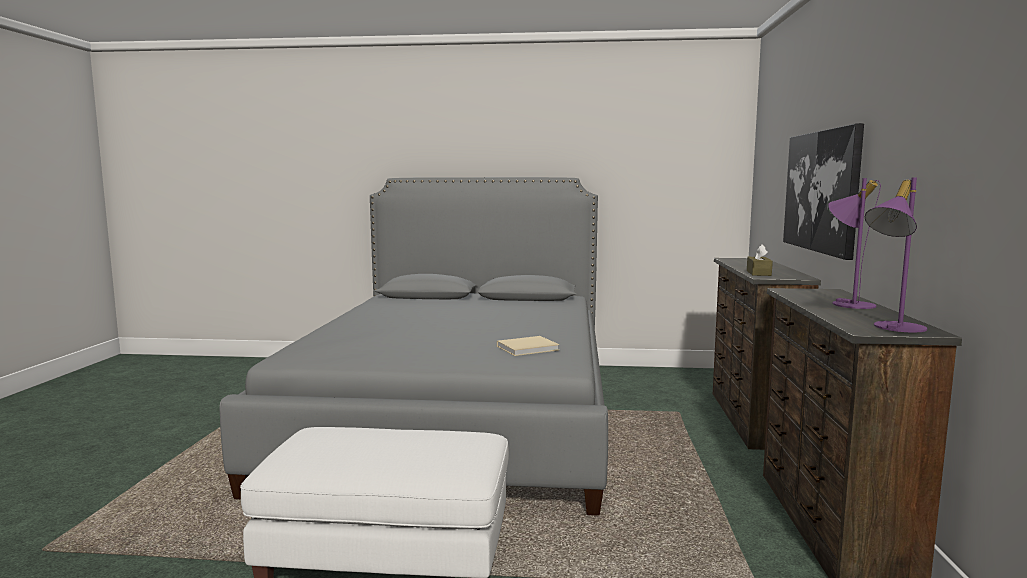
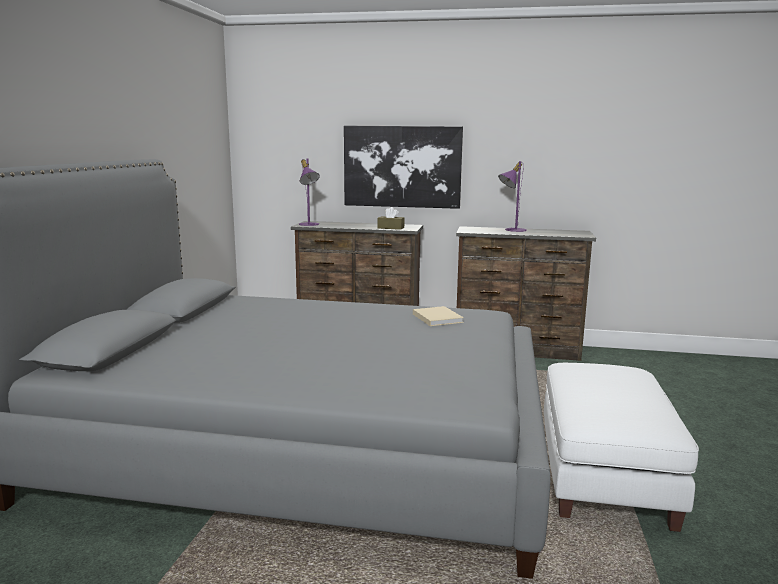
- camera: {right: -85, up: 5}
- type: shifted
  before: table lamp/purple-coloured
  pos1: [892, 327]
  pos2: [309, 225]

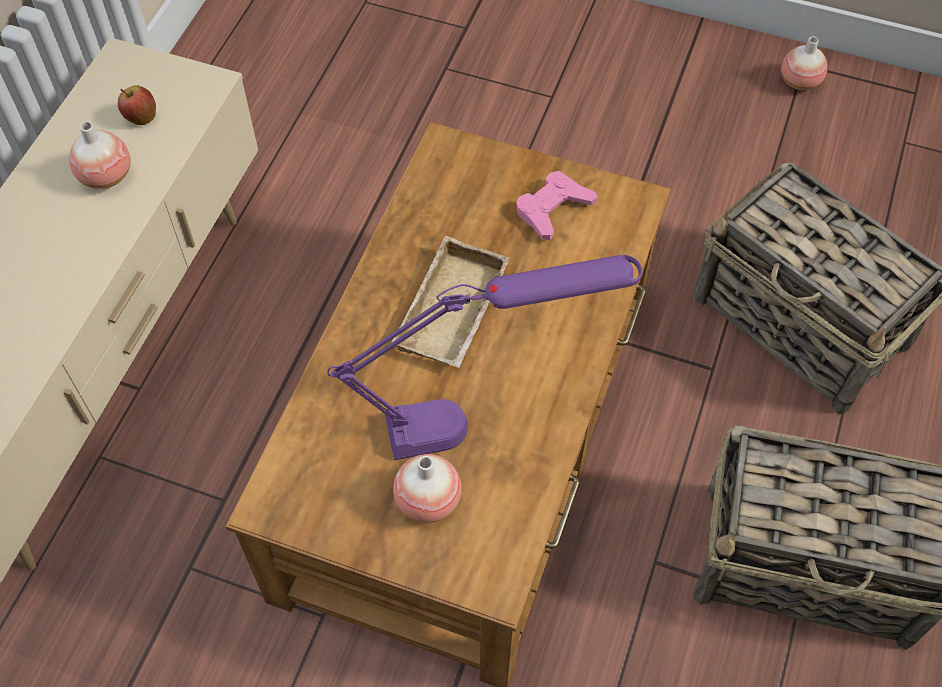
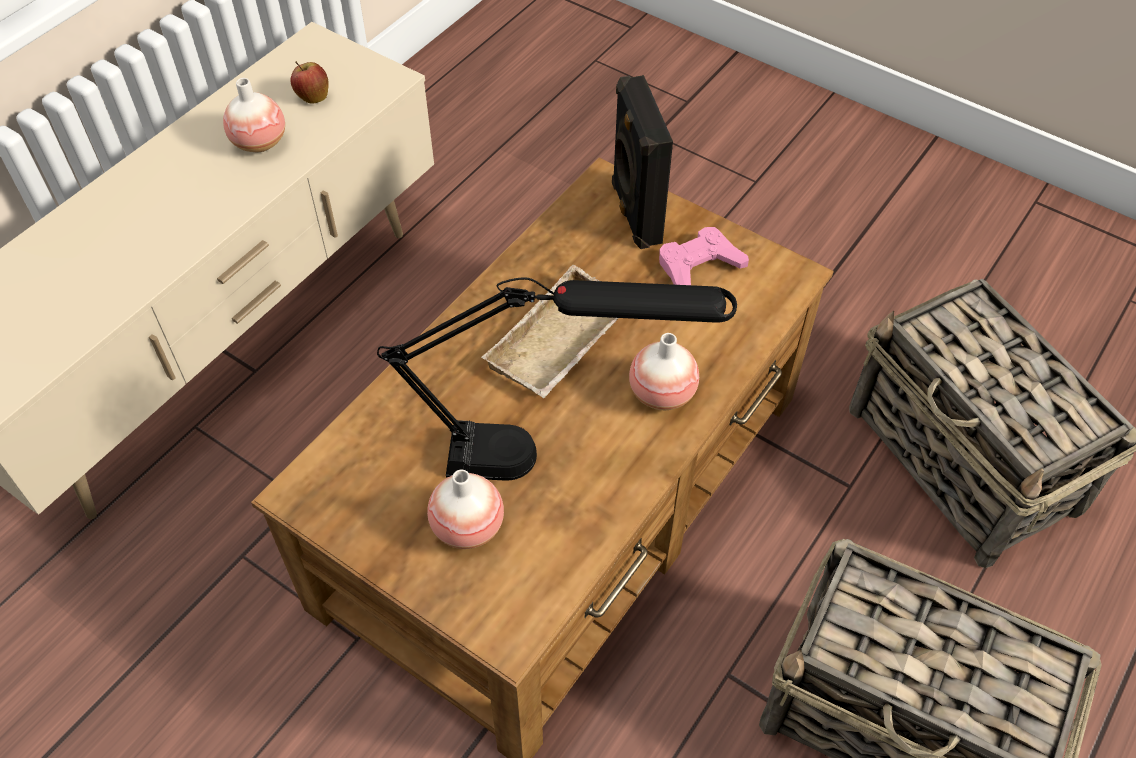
- camera: {right: 15, up: -5}
- type: shifted
  before: flower vase
  pos1: [799, 82]
  pos2: [662, 393]
- type: repainted
  before: table lamp/purple-coloured
  after: table lamp/black-coloured
  pos1: [480, 419]
  pos2: [551, 457]
- type: new
  after: speaker/black-coloured
  pos2: [634, 213]

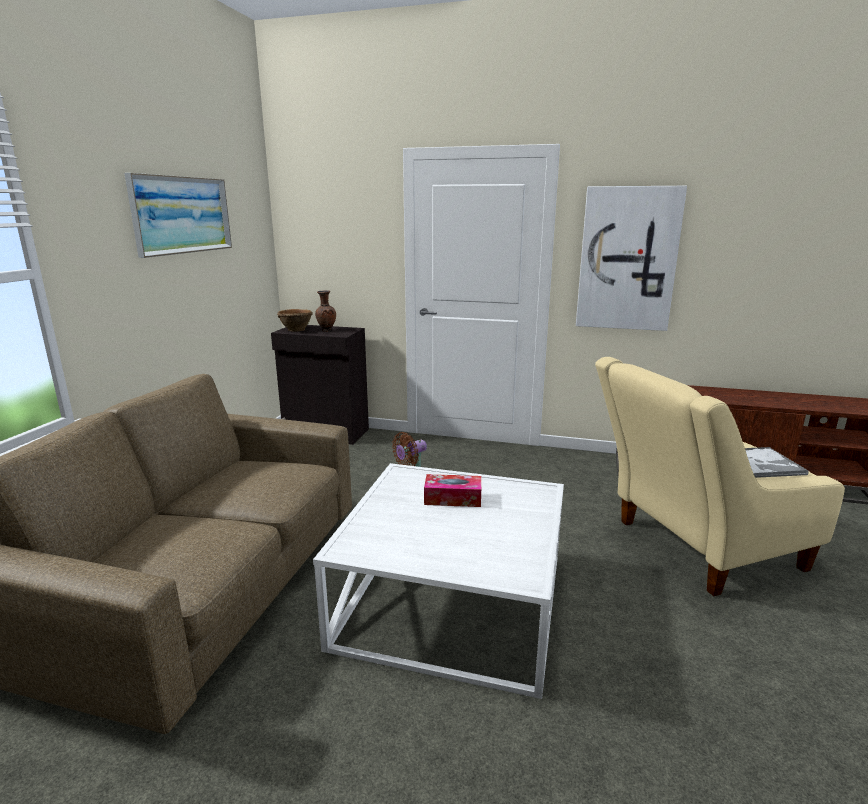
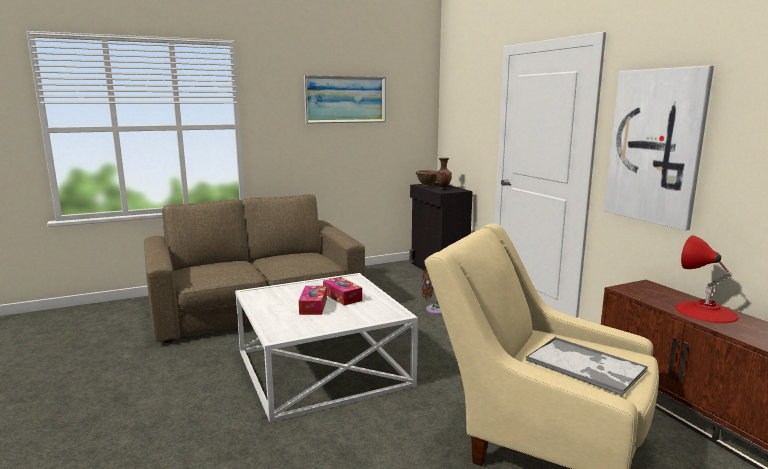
- camera: {right: 50, up: -5}
- type: new
  after: table lamp/red
  pos2: [705, 312]
- type: new
  after: tissue box
  pos2: [313, 306]

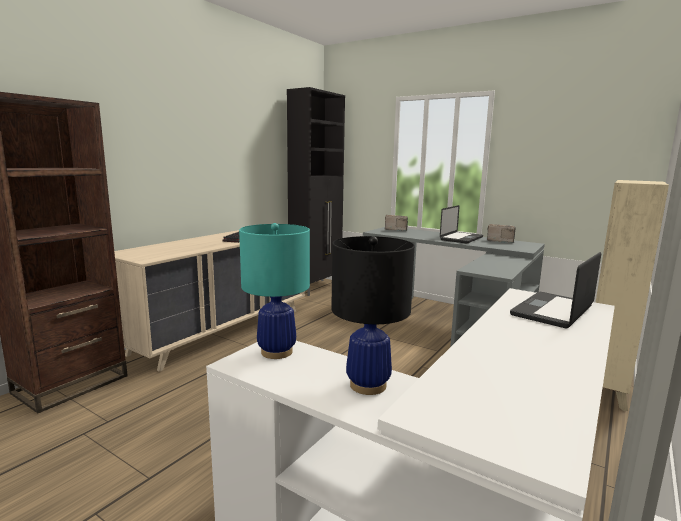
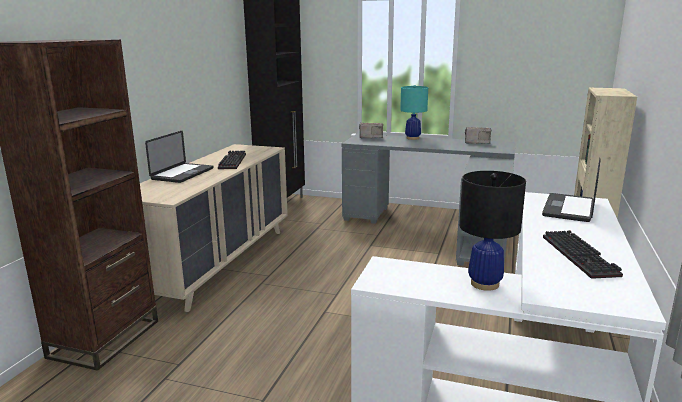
- camera: {right: -15, up: 5}
- type: shifted
  before: portable computer
  pos1: [461, 238]
  pos2: [183, 174]
- type: shifted
  before: table lamp/blue-green
  pos1: [277, 352]
  pos2: [412, 138]
- type: new
  after: computer keyboard
  pos2: [582, 256]

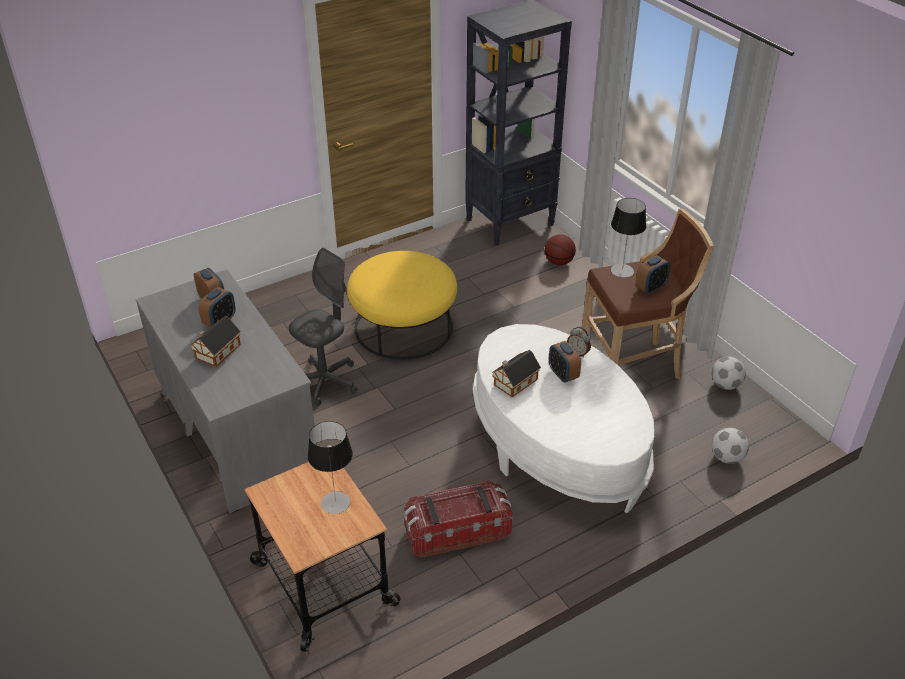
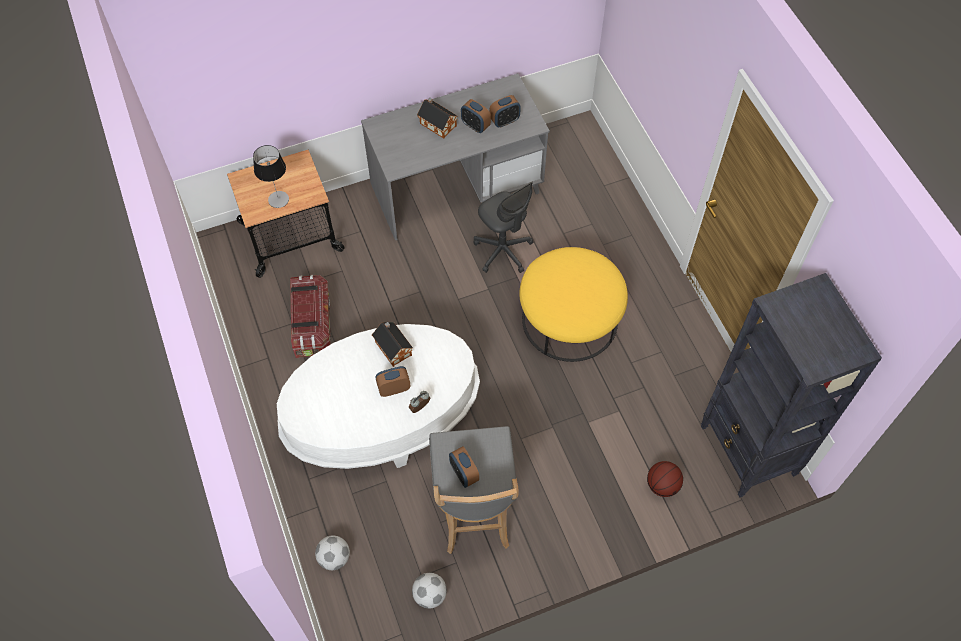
- camera: {right: 100, up: 20}
- type: gone
  before: table lamp
  pos1: [622, 271]
- type: repainted
  before: stool seat/brown
  after: stool seat/gray
  pos1: [634, 366]
  pos2: [474, 513]

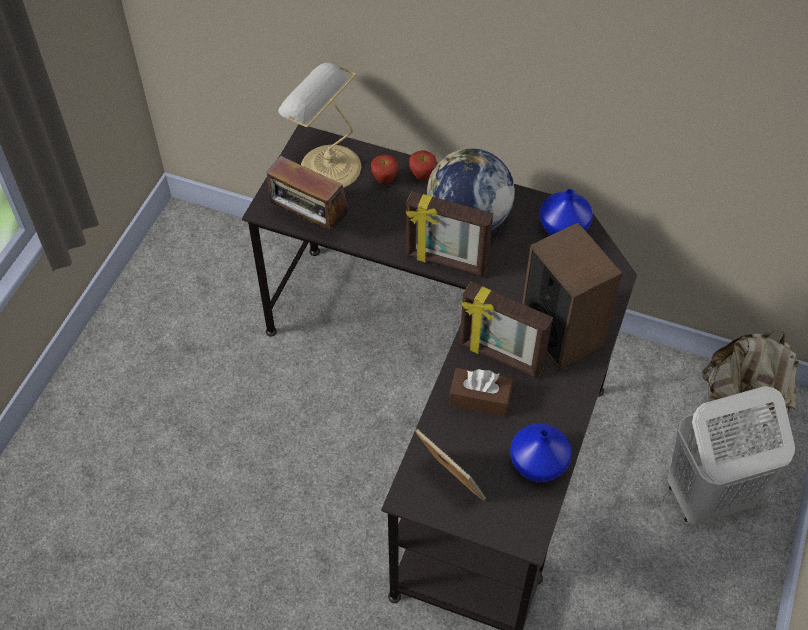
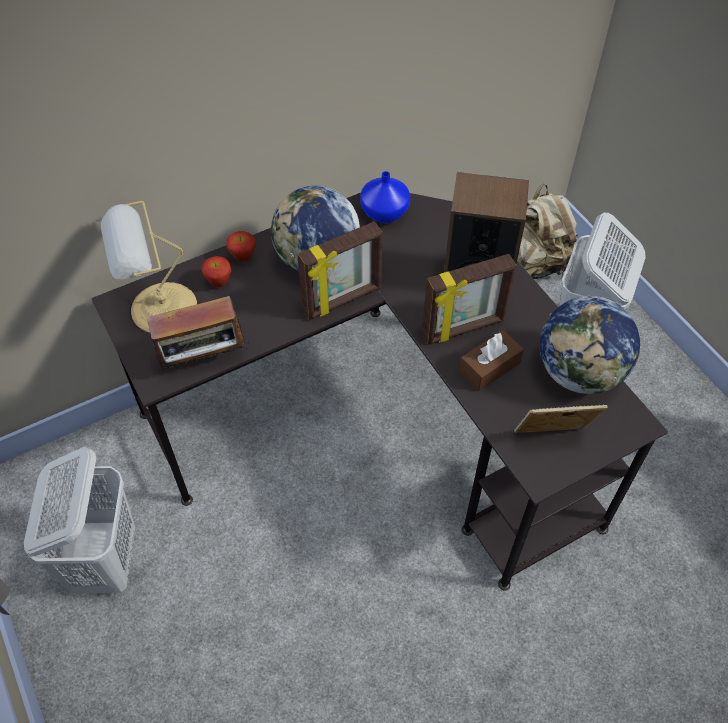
- camera: {right: -50, up: 0}
- type: swapped
  before: flower vase/blue
  after: desk globe
  pos1: [538, 465]
  pos2: [580, 373]
- type: new
  after: washing basket/white-coloured
  pos2: [105, 561]

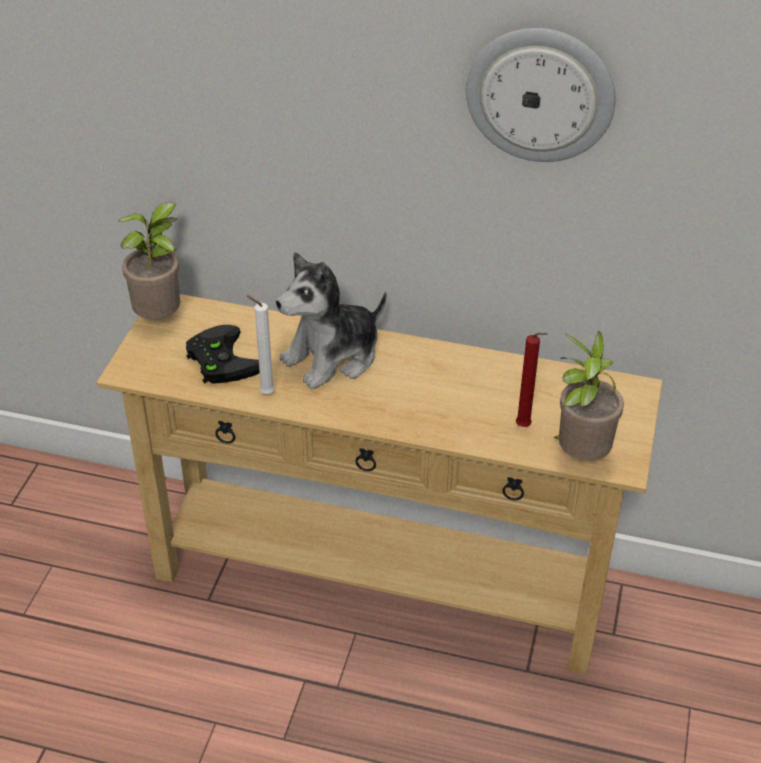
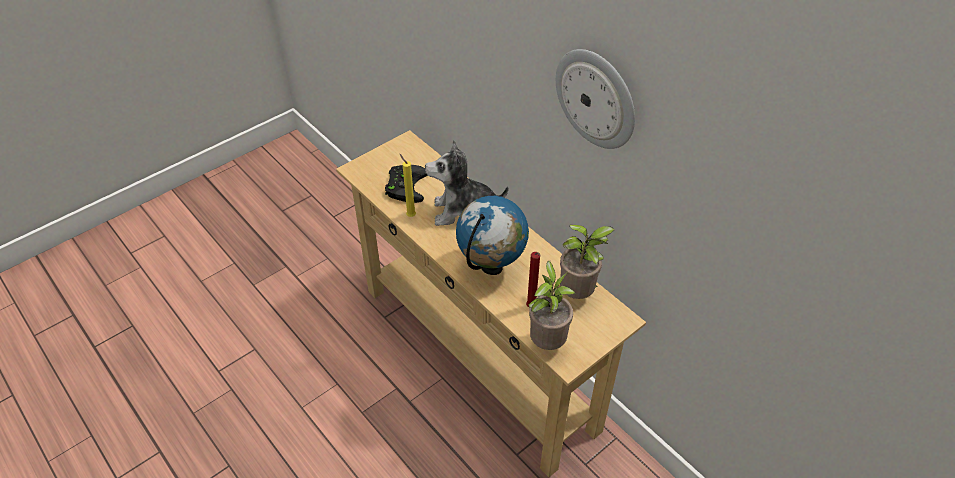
- camera: {right: 35, up: 5}
- type: shifted
  before: houseplant
  pos1: [161, 318]
  pos2: [578, 294]
- type: repainted
  before: wax candle/white-coloured
  after: wax candle/yellow-coloured
  pos1: [264, 393]
  pos2: [410, 215]
- type: new
  after: desk globe
  pos2: [491, 267]

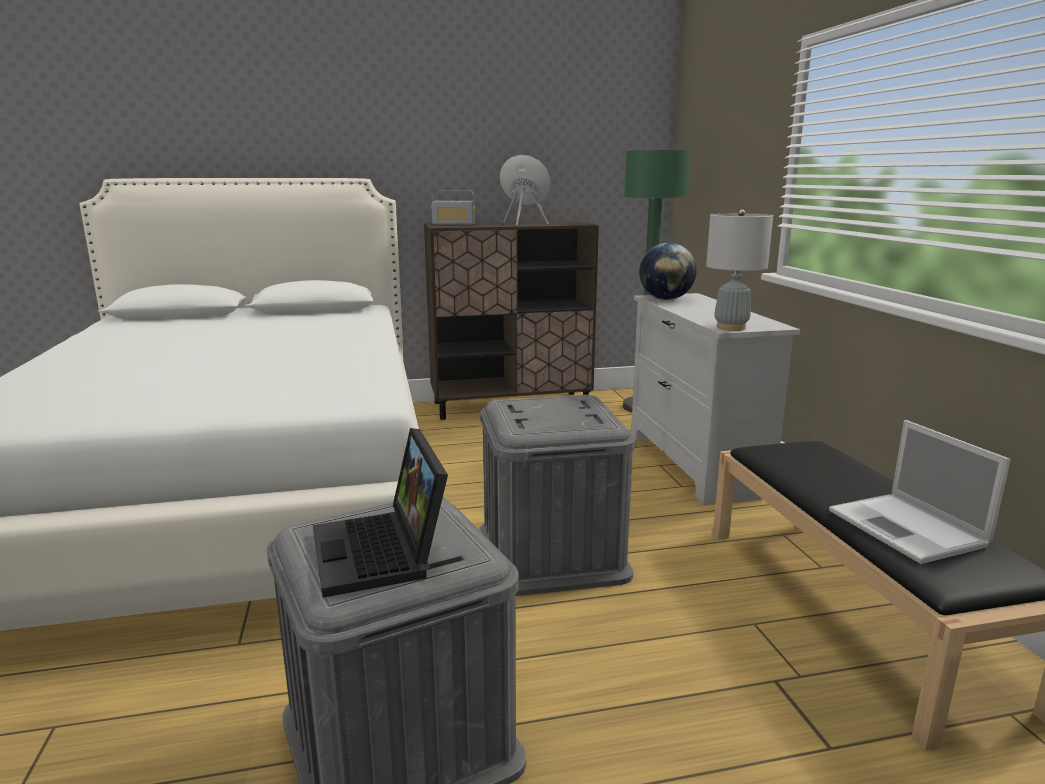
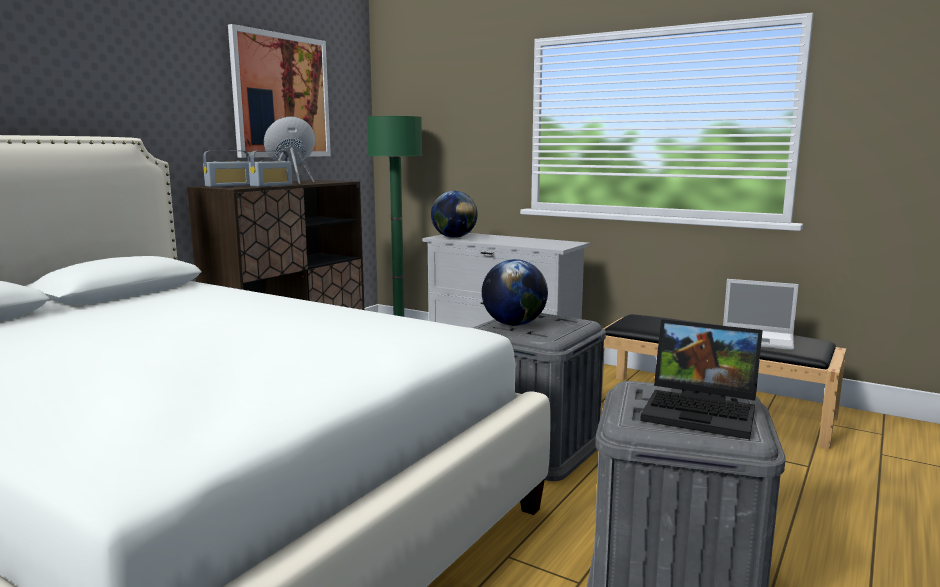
- camera: {right: -45, up: -5}
- type: gone
  before: table lamp/gray
  pos1: [730, 328]
- type: new
  after: wall picture
  pos2: [281, 96]
- type: new
  after: radio
  pos2: [271, 185]
- type: new
  after: desk globe
  pos2: [514, 324]

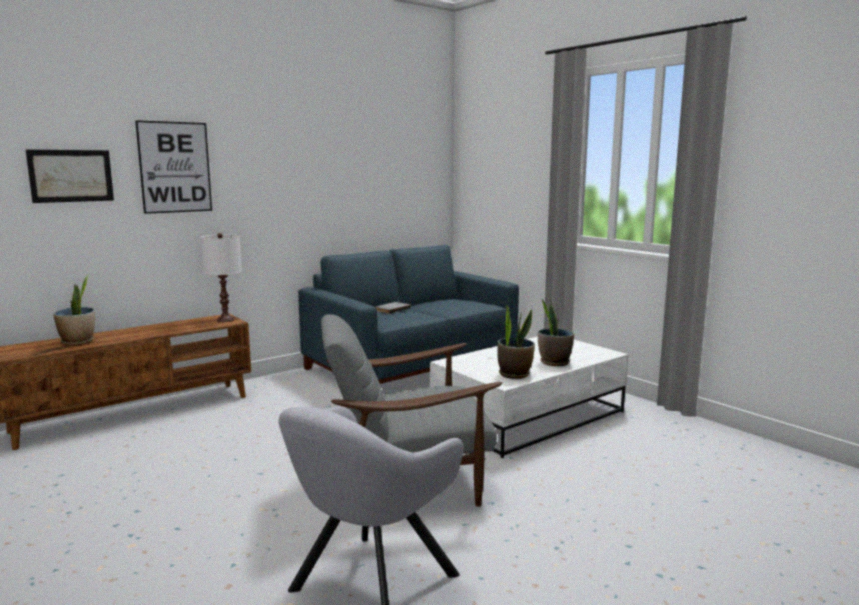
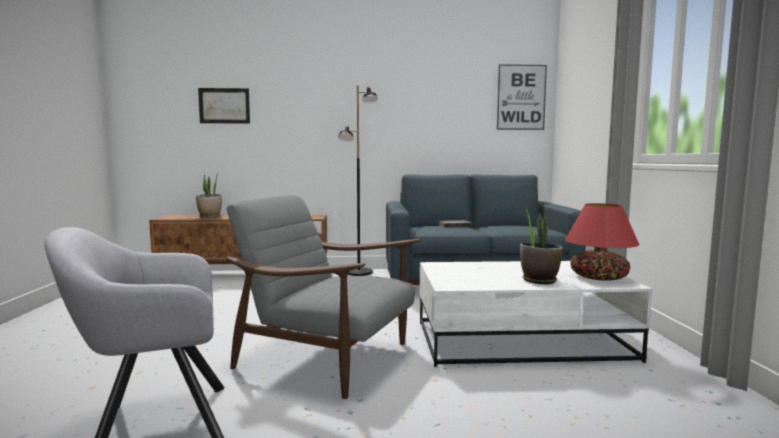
- camera: {right: 35, up: -5}
- type: shifted
  before: wall picture
  pos1: [175, 167]
  pos2: [521, 97]
- type: gone
  before: table lamp/white-coloured
  pos1: [225, 320]
- type: gone
  before: houseplant
  pos1: [514, 374]
- type: new
  after: standard lamp/black-coloured
  pos2: [359, 272]
- type: new
  after: table lamp/red
  pos2: [599, 277]

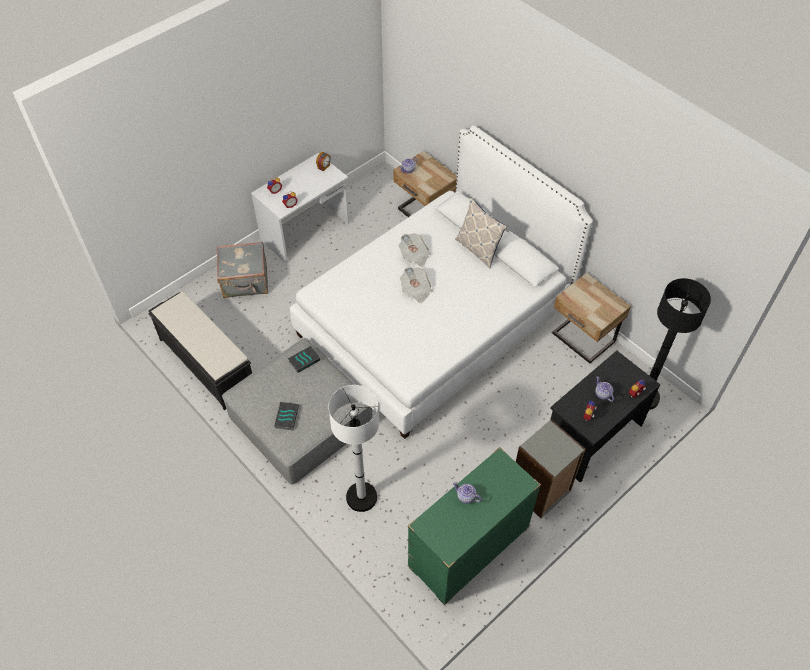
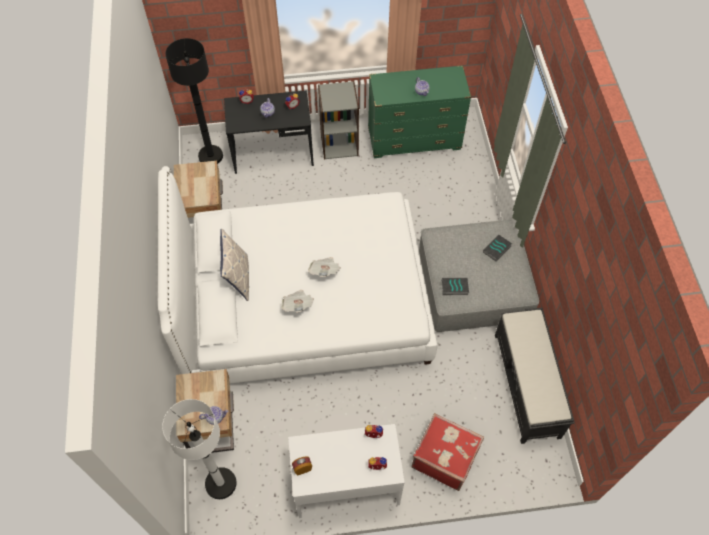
- camera: {right: -145, up: 5}
- type: repainted
  before: piece of luggage/gray
  after: piece of luggage/red
  pos1: [245, 282]
  pos2: [445, 457]
- type: shifted
  before: standard lamp/white-coloured
  pos1: [361, 497]
  pos2: [220, 483]

